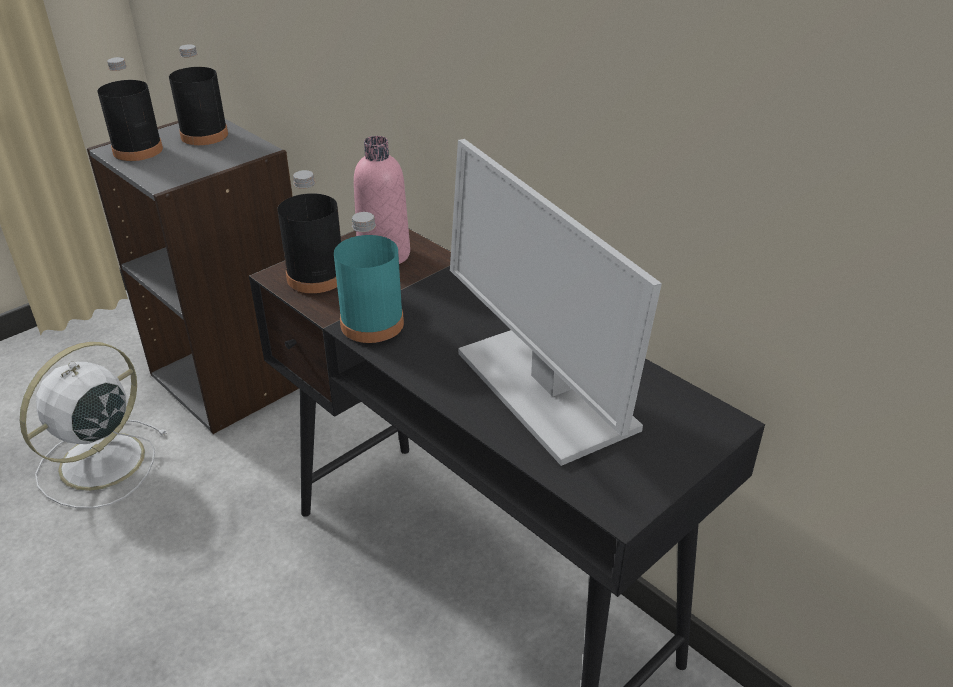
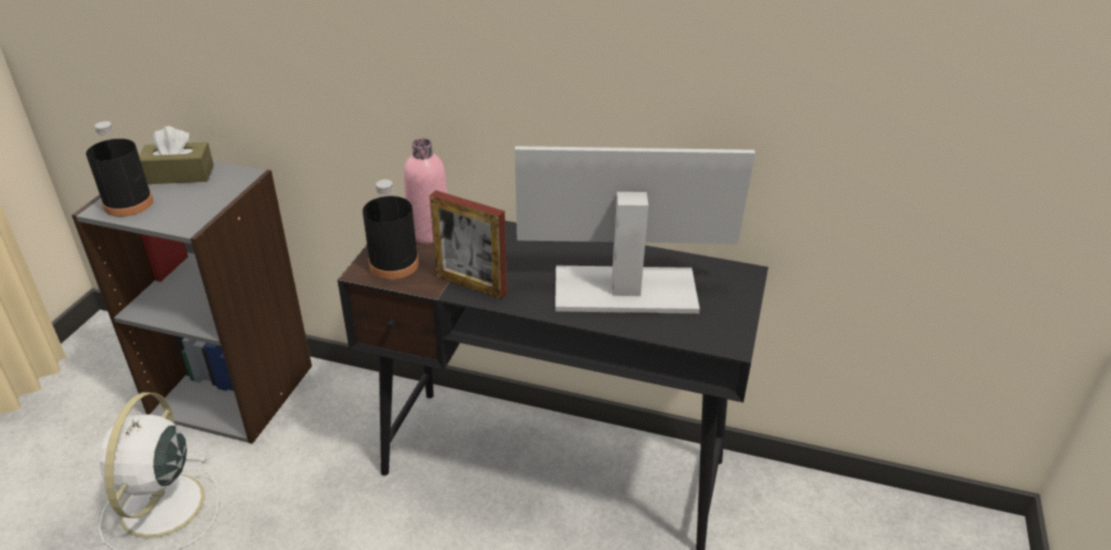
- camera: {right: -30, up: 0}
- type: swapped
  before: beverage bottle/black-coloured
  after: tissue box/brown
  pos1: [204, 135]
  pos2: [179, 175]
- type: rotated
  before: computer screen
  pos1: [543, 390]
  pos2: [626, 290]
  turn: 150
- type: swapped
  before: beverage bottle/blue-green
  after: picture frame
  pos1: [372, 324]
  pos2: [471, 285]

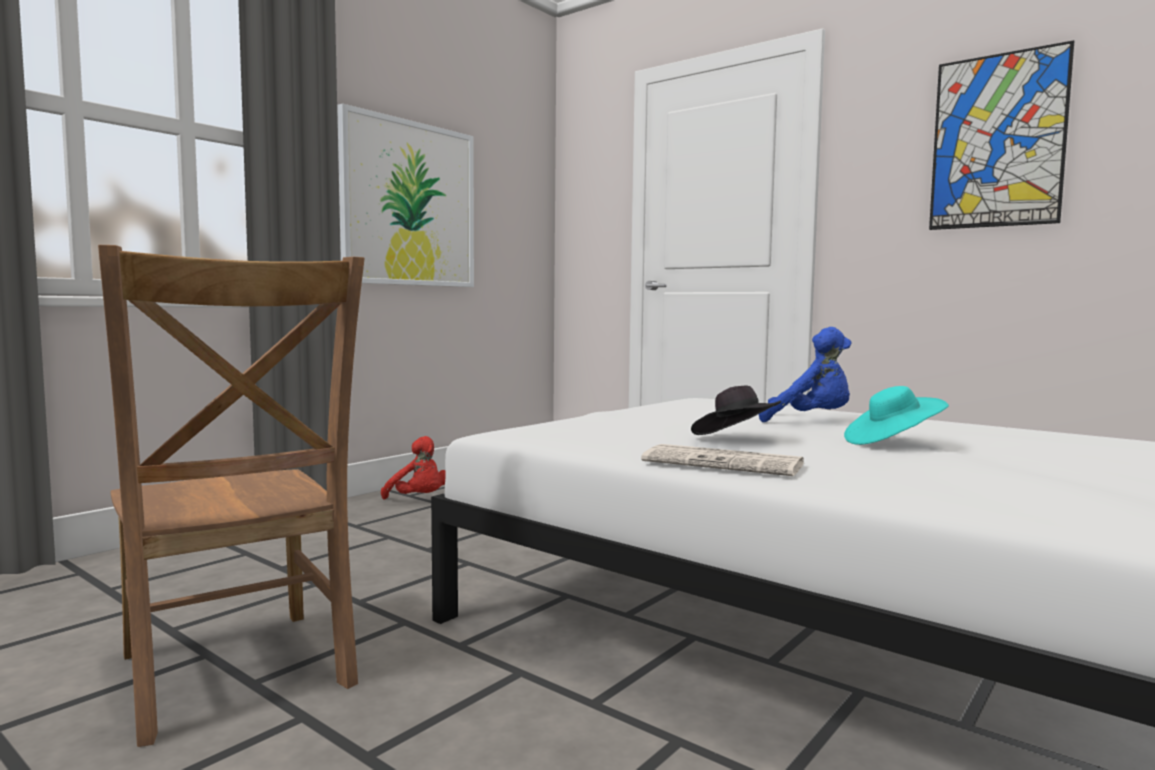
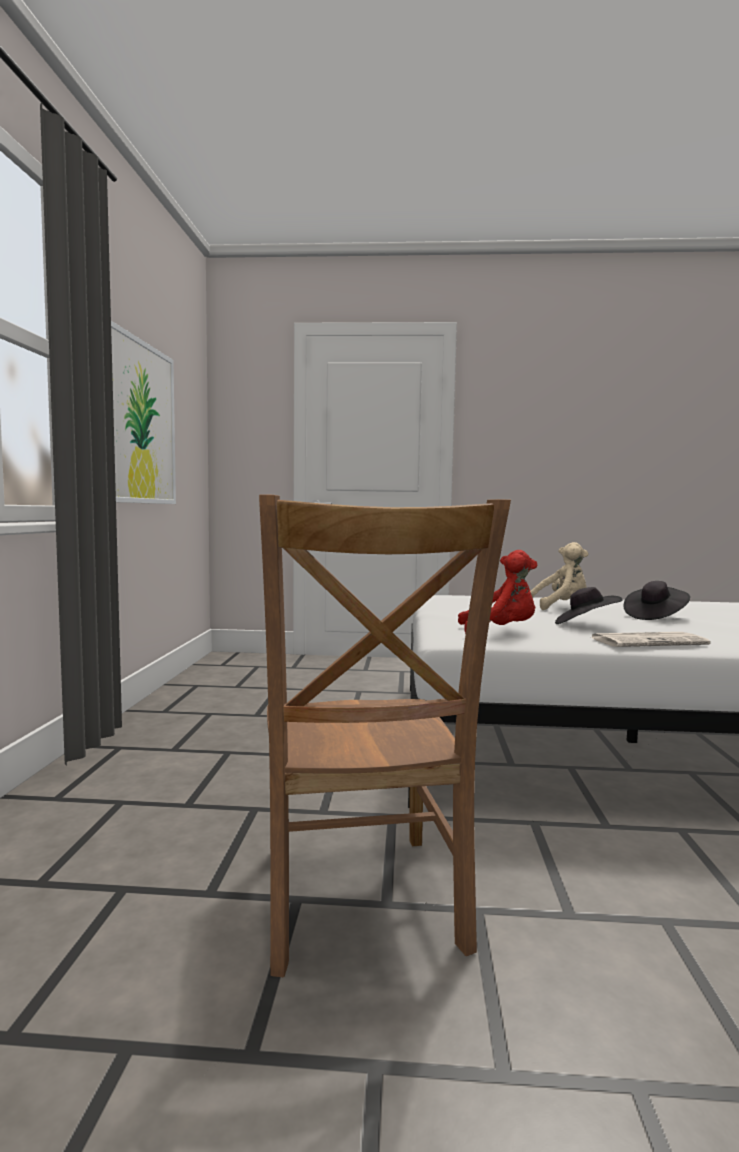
- camera: {right: -35, up: 0}
- type: gone
  before: wall picture
  pos1: [997, 141]
- type: rotated
  before: chair/brown
  pos1: [235, 675]
  pos2: [359, 904]
  turn: 60
- type: repainted
  before: plush toy/blue
  after: plush toy/beige
  pos1: [809, 421]
  pos2: [559, 606]
- type: repainted
  before: hat/blue-green
  after: hat/black-coloured
  pos1: [892, 443]
  pos2: [654, 616]
- type: shifted
  before: plush toy/red
  pos1: [418, 499]
  pos2: [500, 632]

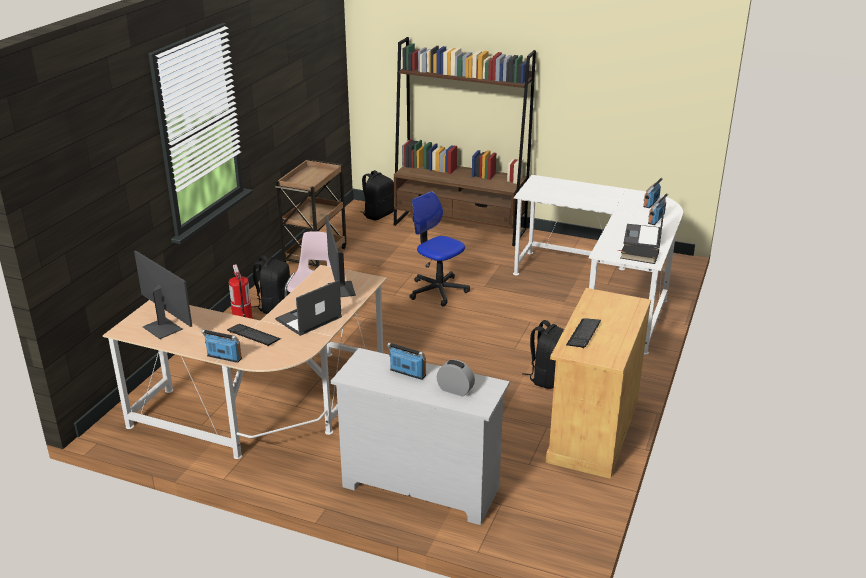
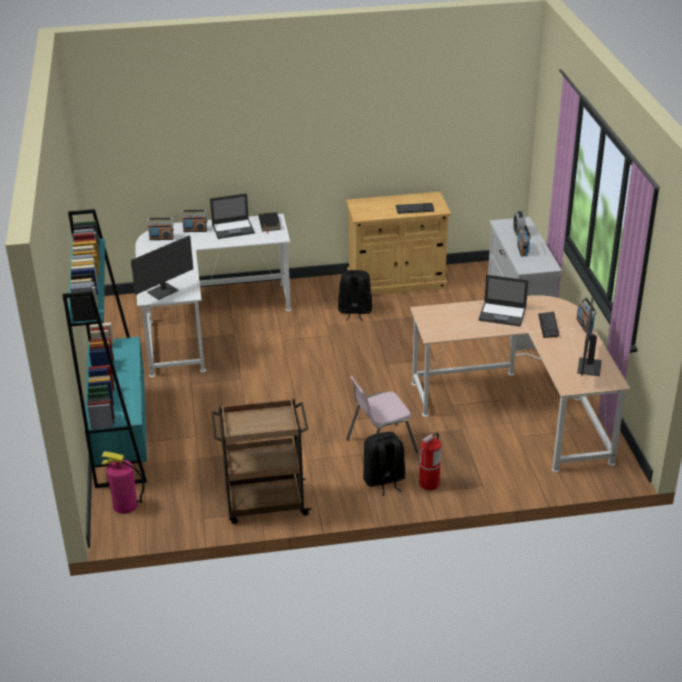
- camera: {right: -120, up: 5}
- type: repainted
  before: bookshelf/brown
  after: bookshelf/blue-green
  pos1: [460, 227]
  pos2: [121, 435]
- type: swapped
  before: backpack/black-coloured
  after: fire-fighting cylinder
  pos1: [378, 215]
  pos2: [125, 505]
- type: gone
  before: office chair
  pos1: [438, 290]
- type: shifted
  before: computer screen
  pos1: [340, 290]
  pos2: [163, 291]

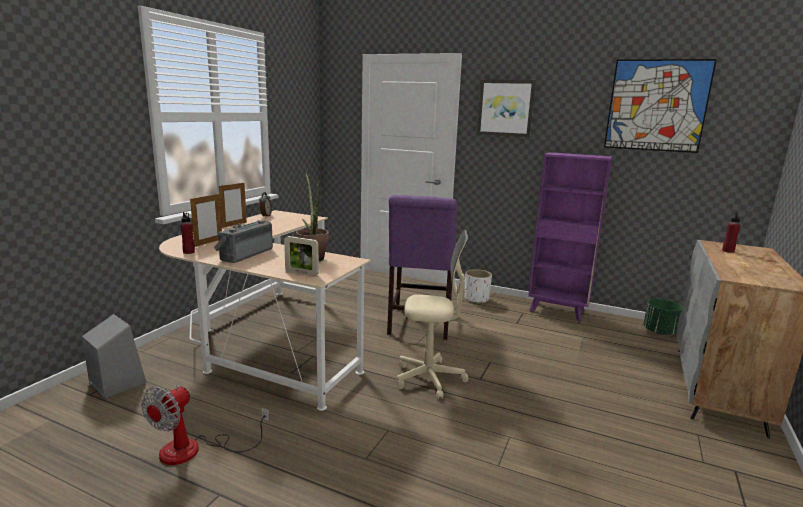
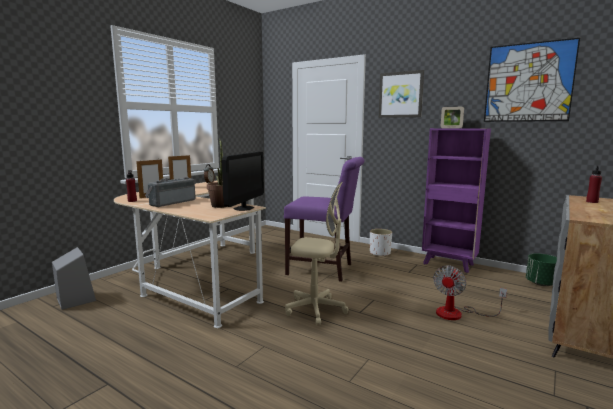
- camera: {right: 10, up: -5}
- type: rotated
  before: chair/purple-coloured
  pos1: [419, 324]
  pos2: [323, 270]
  turn: -90
- type: shifted
  before: picture frame
  pos1: [301, 273]
  pos2: [451, 128]
- type: shifted
  before: electric fan
  pos1: [194, 450]
  pos2: [457, 313]
- type: new
  after: computer screen
  pos2: [244, 208]

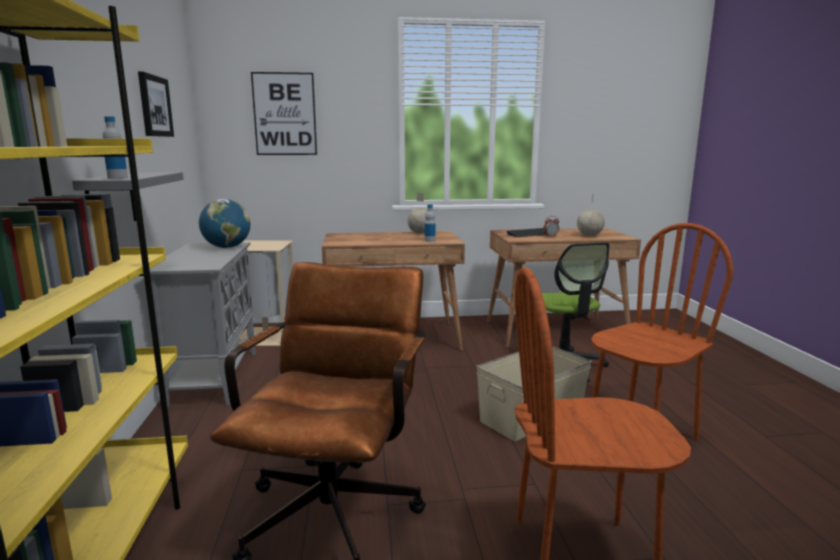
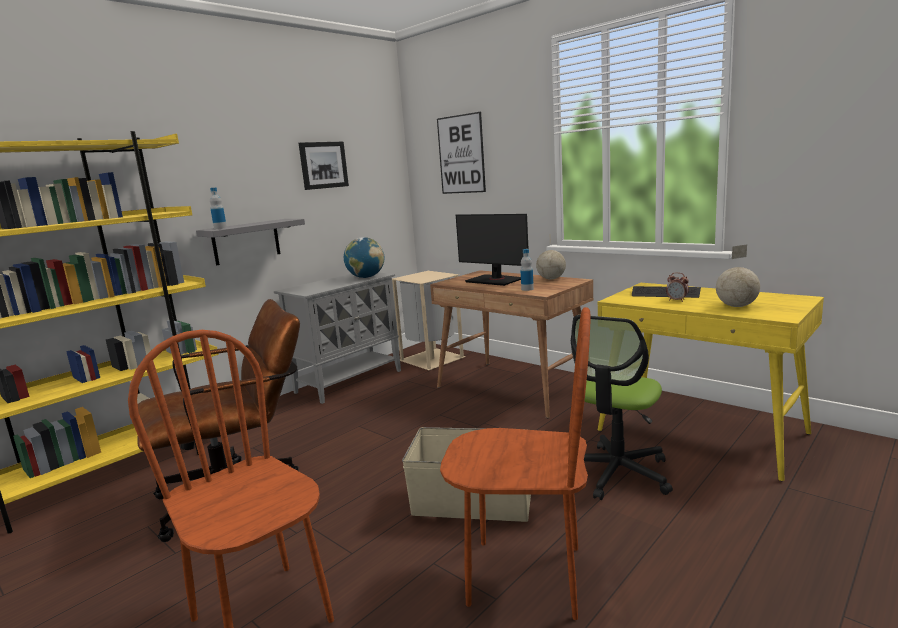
- camera: {right: 50, up: 0}
- type: repainted
  before: desk table/brown
  after: desk table/yellow-coloured
  pos1: [555, 331]
  pos2: [701, 432]
- type: new
  after: computer screen
  pos2: [494, 280]

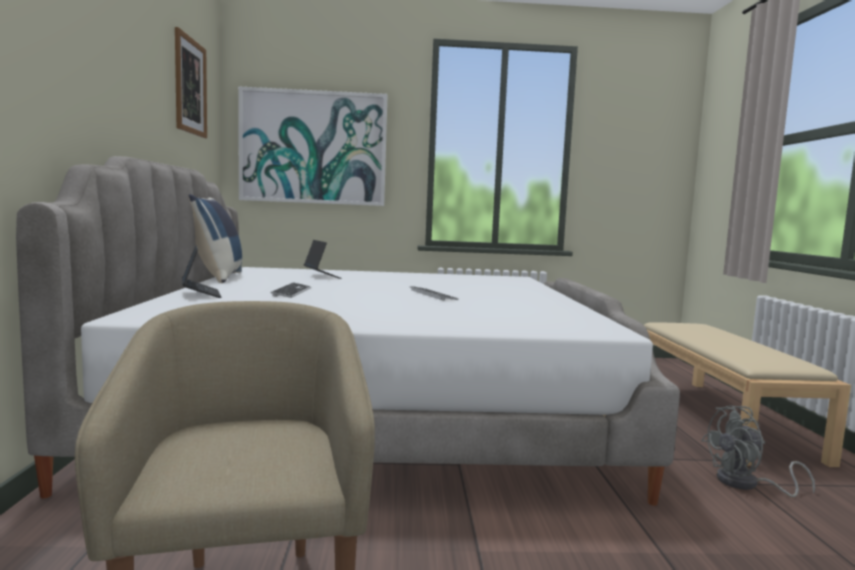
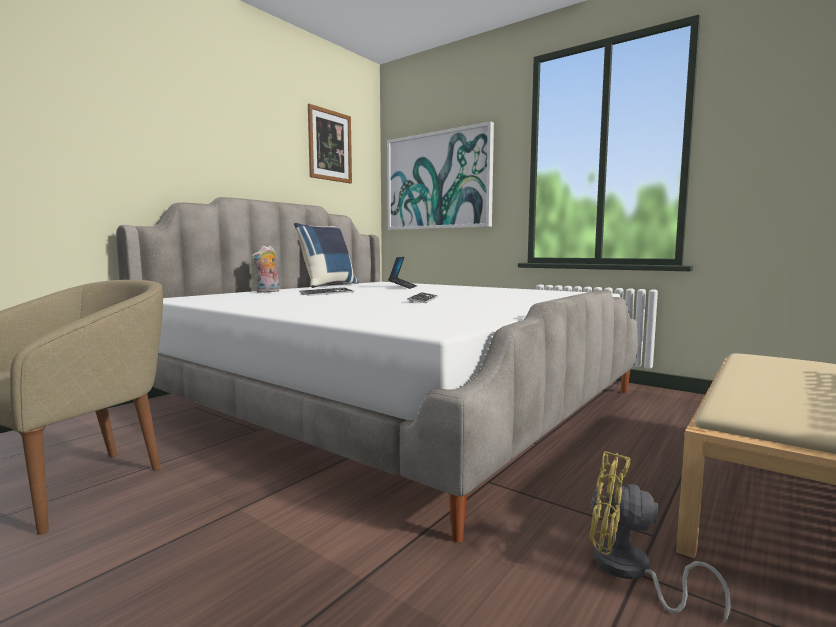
- camera: {right: 40, up: 0}
- type: swapped
  before: portable computer
  after: plush toy
  pos1: [201, 294]
  pos2: [267, 292]
- type: repainted
  before: electric fan/gray
  after: electric fan/yellow-coloured
  pos1: [746, 484]
  pos2: [629, 571]

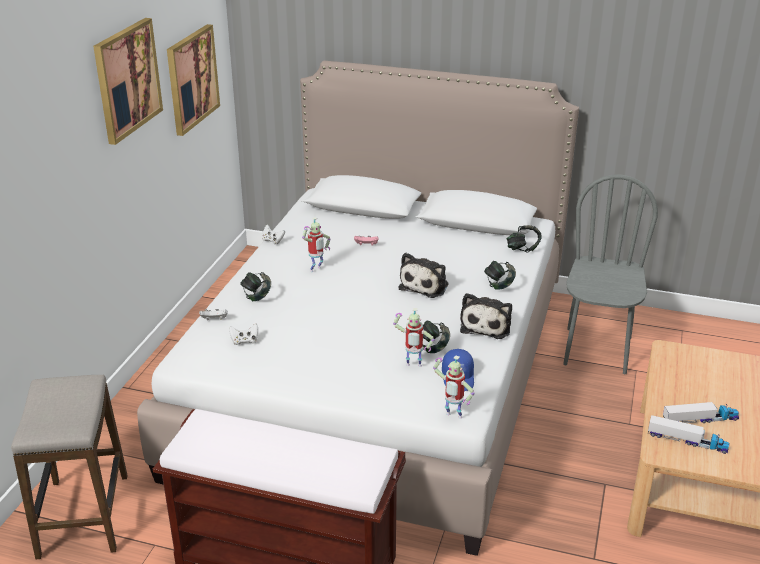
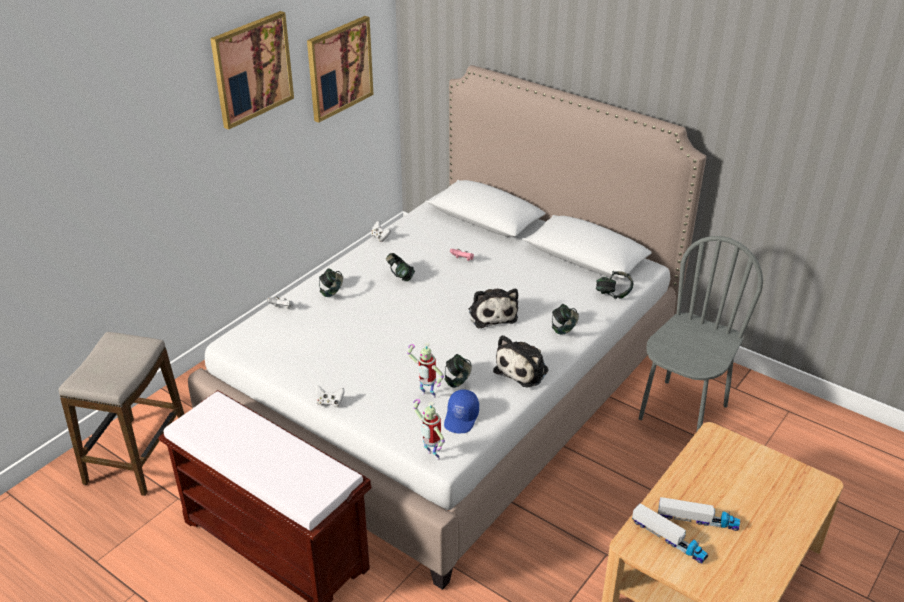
- camera: {right: 20, up: 5}
- type: swapped
  before: robot figure
  after: headphones
  pos1: [316, 270]
  pos2: [400, 276]
- type: rotated
  before: plush toy
  pos1: [425, 285]
  pos2: [492, 314]
  turn: -60
- type: shifted
  before: game controller/white-coloured
  pos1: [244, 341]
  pos2: [329, 402]

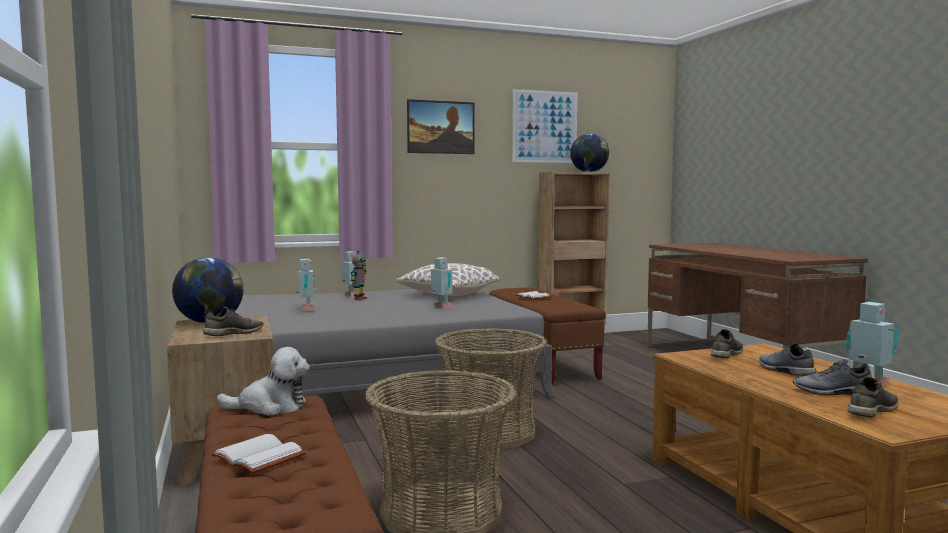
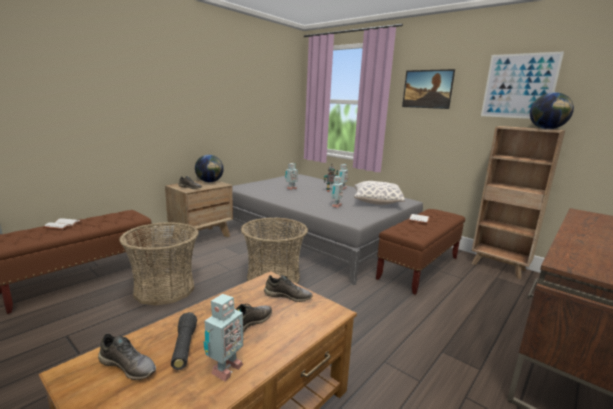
- camera: {right: 60, up: 10}
- type: gone
  before: plush toy
  pos1: [270, 406]
- type: swapped
  before: shoe/gray
  after: hand torch/black-coloured
  pos1: [832, 392]
  pos2: [184, 347]

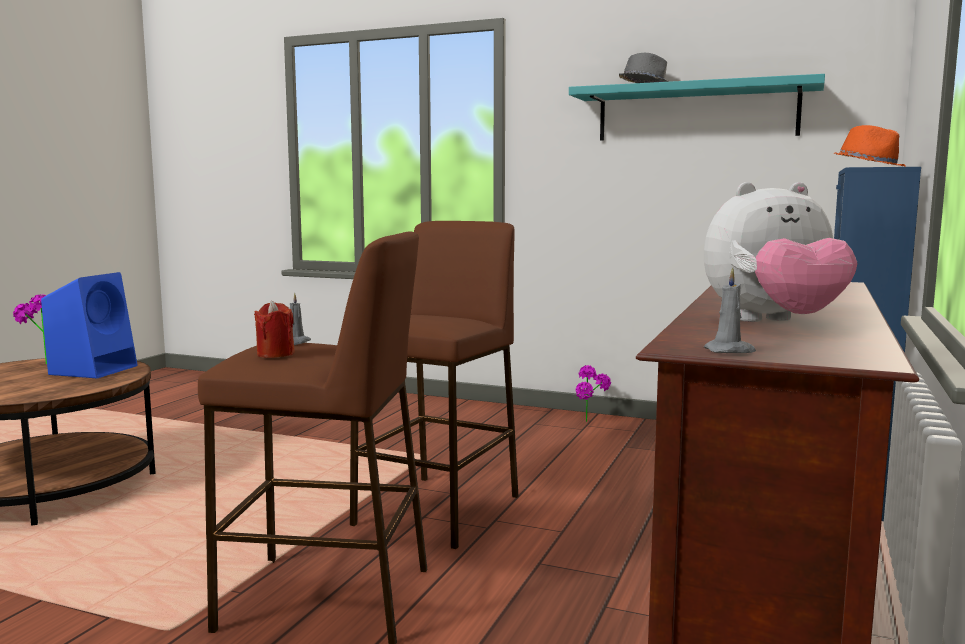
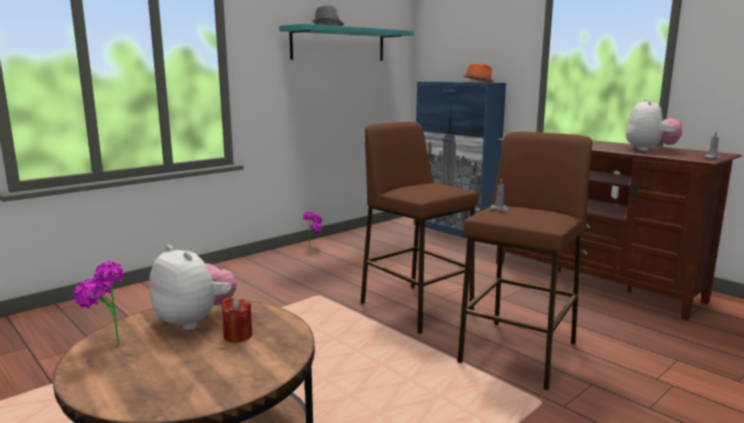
- camera: {right: -65, up: 5}
- type: swapped
  before: speaker/blue
  after: plush toy
  pos1: [94, 369]
  pos2: [195, 320]
- type: shifted
  before: wax candle/red
  pos1: [275, 354]
  pos2: [238, 336]

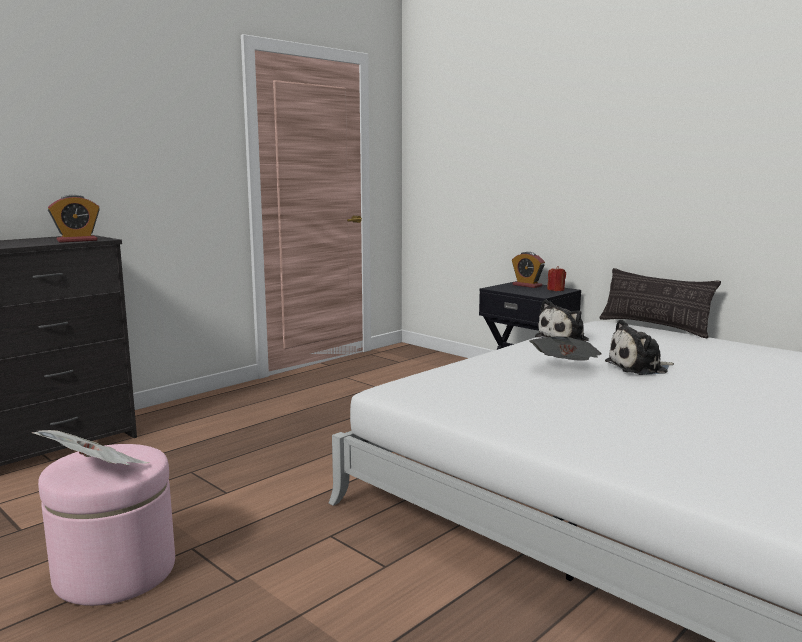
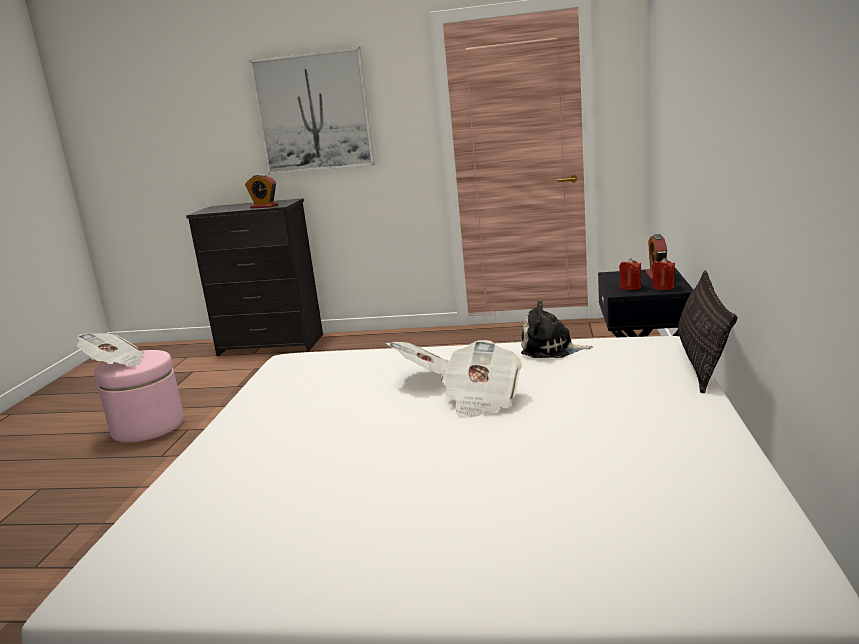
- camera: {right: 55, up: 5}
- type: swapped
  before: plush toy
  after: newspaper
  pos1: [639, 367]
  pos2: [481, 400]
- type: new
  after: wall picture
  pos2: [313, 113]
- type: new
  after: wax candle/red
  pos2: [630, 287]

